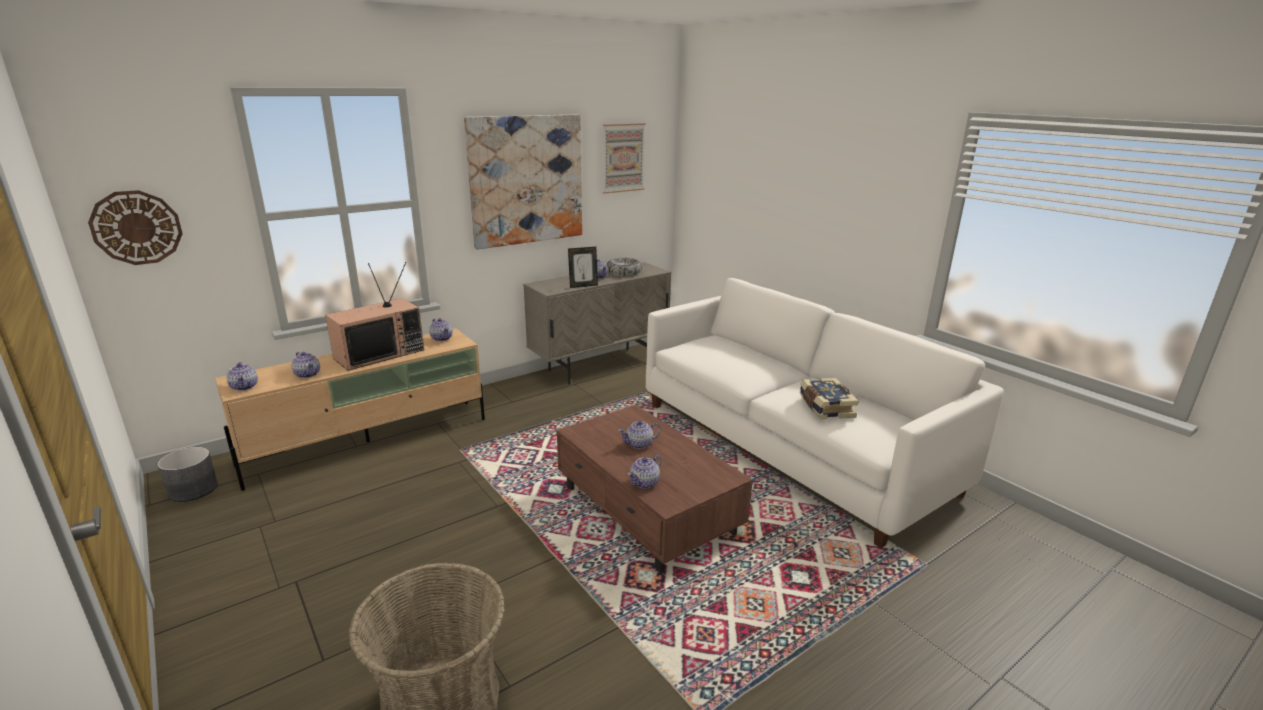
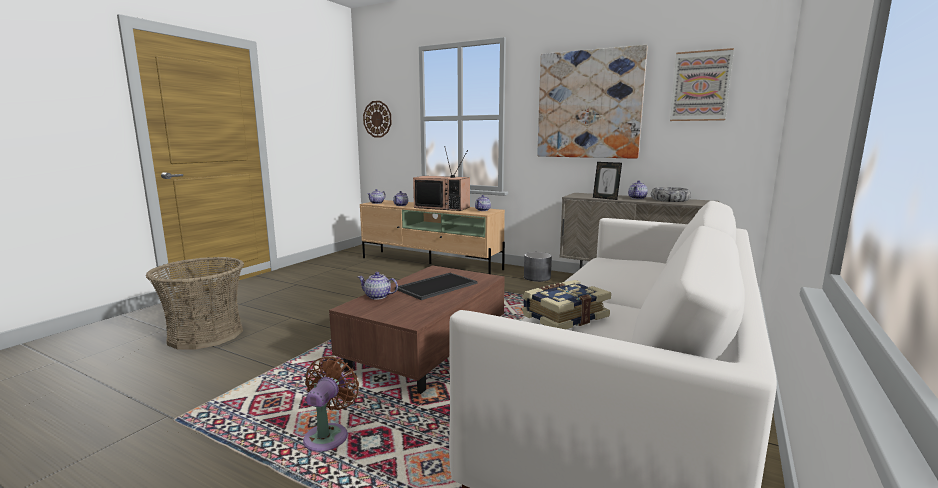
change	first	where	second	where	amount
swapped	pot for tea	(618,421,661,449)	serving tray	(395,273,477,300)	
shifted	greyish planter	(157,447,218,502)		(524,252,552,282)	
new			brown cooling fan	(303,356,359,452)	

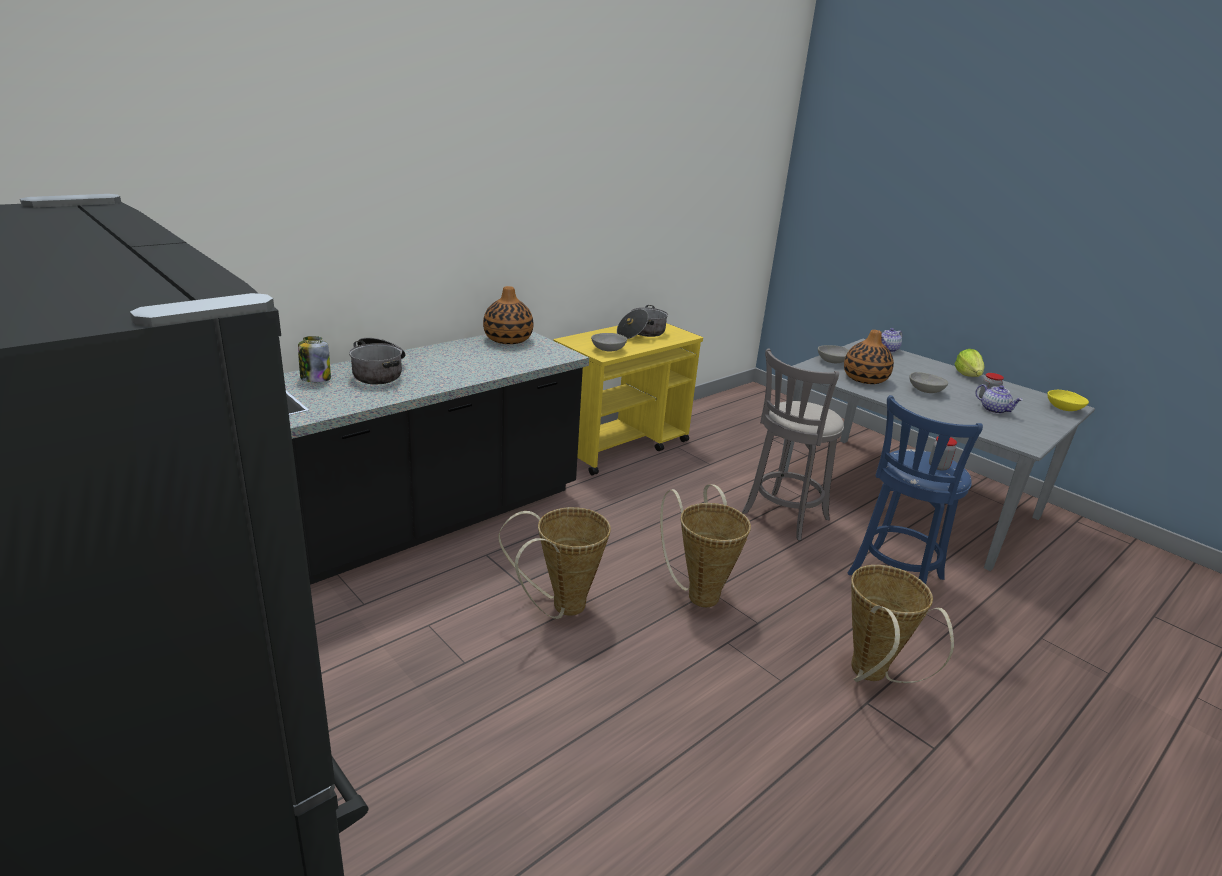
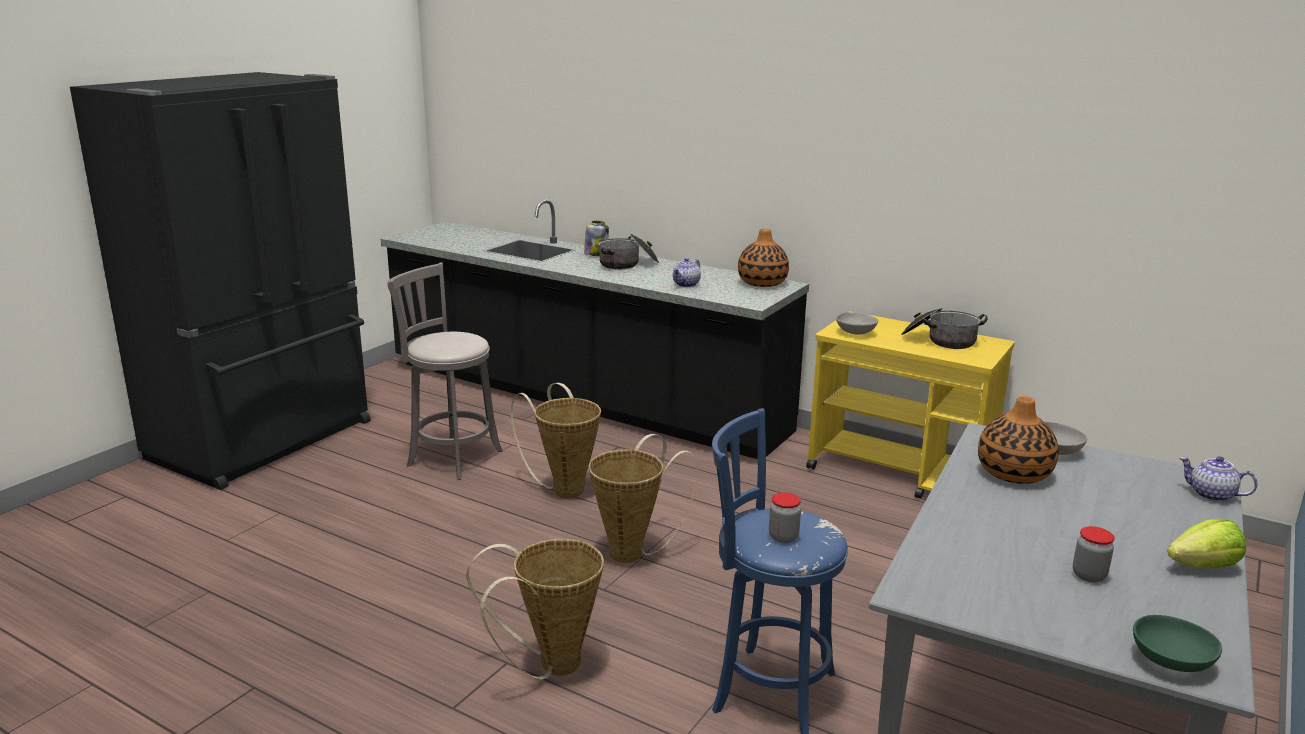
change	first	where	second	where	amount
shifted	greyish stool	(742,348,844,541)		(387,262,502,480)	
gone	greyish serving bowl	(909,372,948,393)			
shifted	pot for tea	(975,384,1022,414)		(673,258,701,287)	
repainted	yellow serving bowl	(1047,390,1089,411)	green serving bowl	(1133,615,1222,672)	

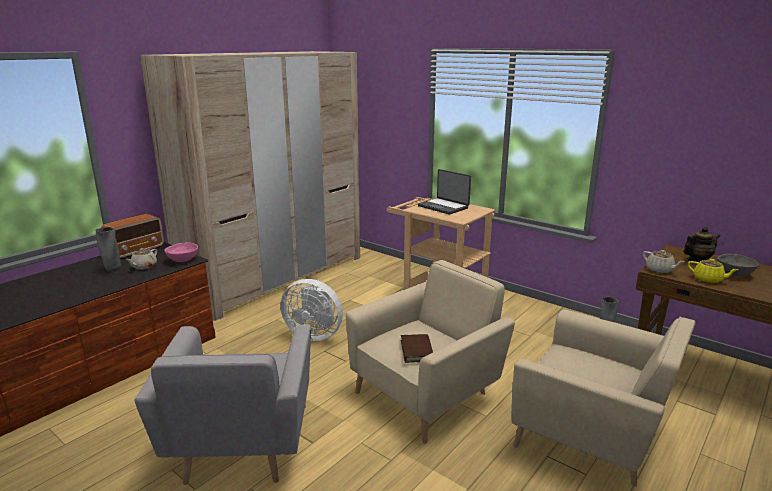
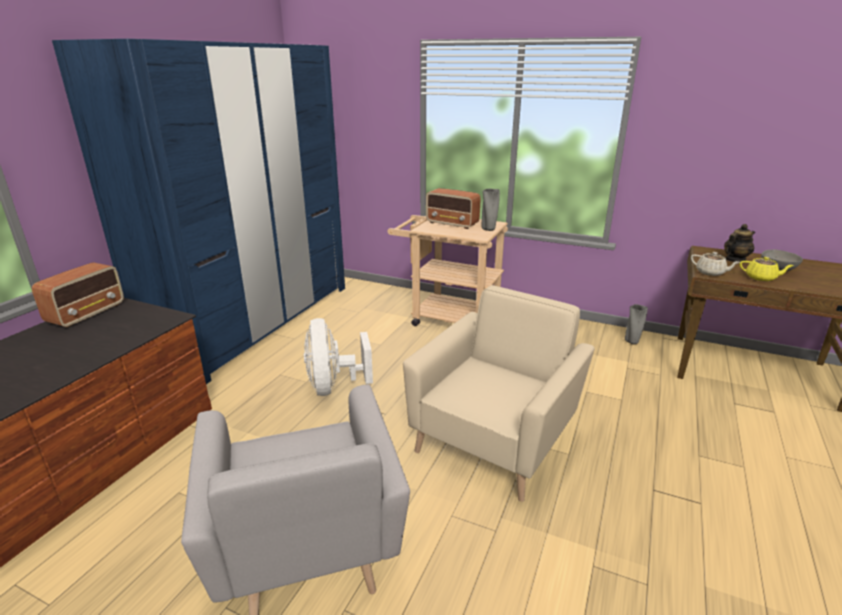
change	first	where	second	where	amount
repainted	beige clothes cupboard	(140,51,360,321)	blue clothes cupboard	(52,39,345,384)	
swapped	notebook computer	(418,169,471,215)	radio set	(426,188,481,229)	
shifted	greyish flower vase	(96,227,121,271)		(482,189,500,231)	
gone	pink serving bowl	(164,242,198,262)			
gone	beige pot for tea	(126,248,157,270)			
rotated	white-coloured cooling fan	(280,279,343,341)		(304,318,373,396)	75 degrees clockwise
gone	beige easy chair	(511,309,696,487)			
gone	brown bound book	(401,334,433,363)			

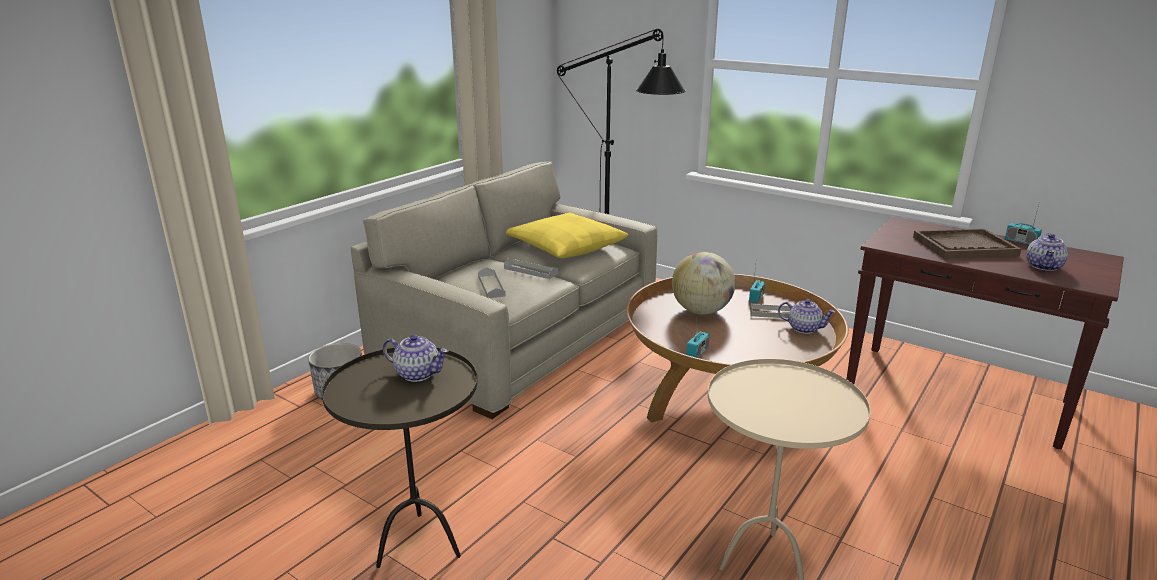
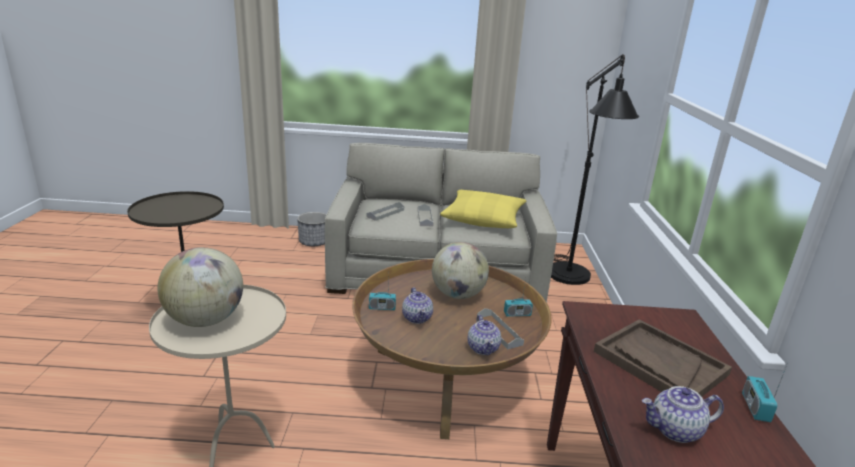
change	first	where	second	where	amount
shifted	pot for tea	(383,335,449,382)		(402,287,433,324)	
new			world globe	(158,247,243,327)	

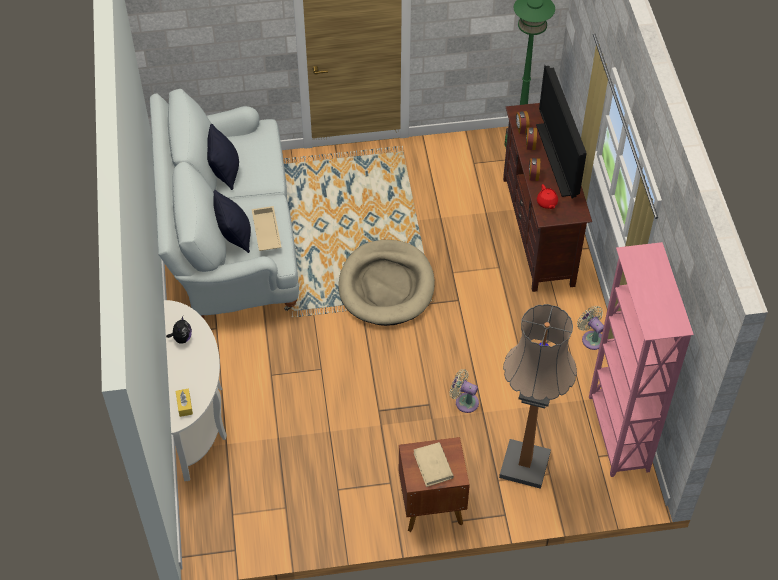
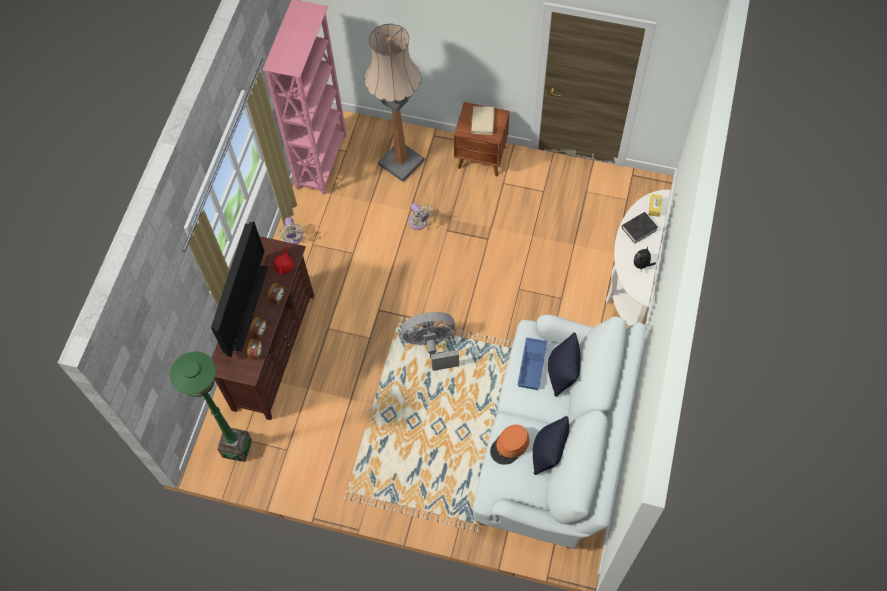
change	first	where	second	where	amount
repainted	beige serving tray	(252,206,282,251)	blue serving tray	(518,337,547,390)	
swapped	beige pet bed	(338,240,435,326)	greyish cooling fan	(401,312,459,371)	
new			black bound book	(622,212,658,244)	
new			orange hat	(490,425,530,465)	

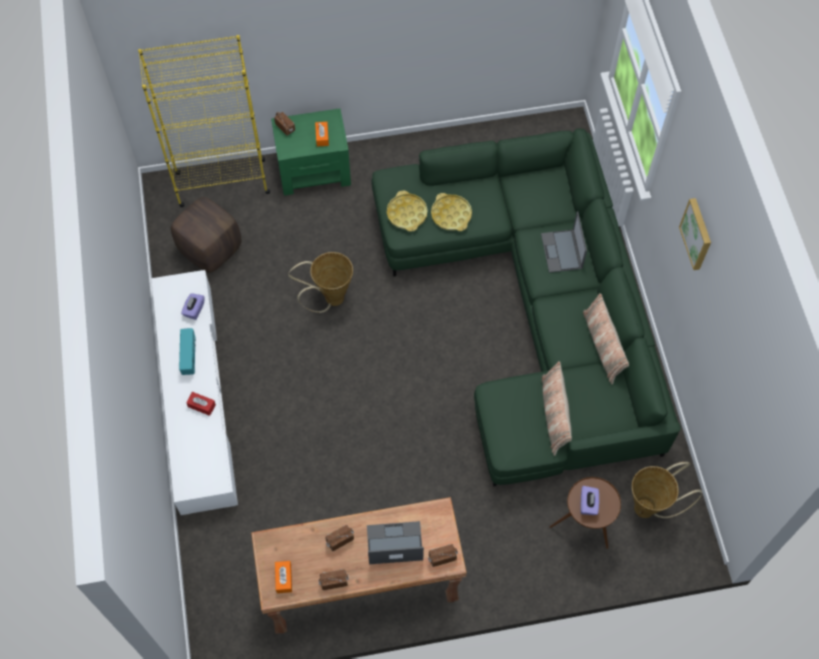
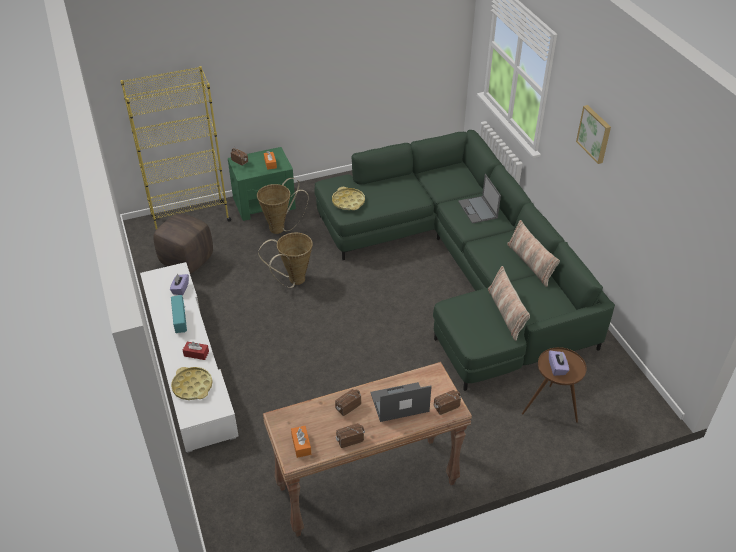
change	first	where	second	where	amount
shifted	yellow serving tray	(431,193,472,231)		(171,367,213,400)	
shifted	basket	(632,462,702,518)		(257,178,308,234)	

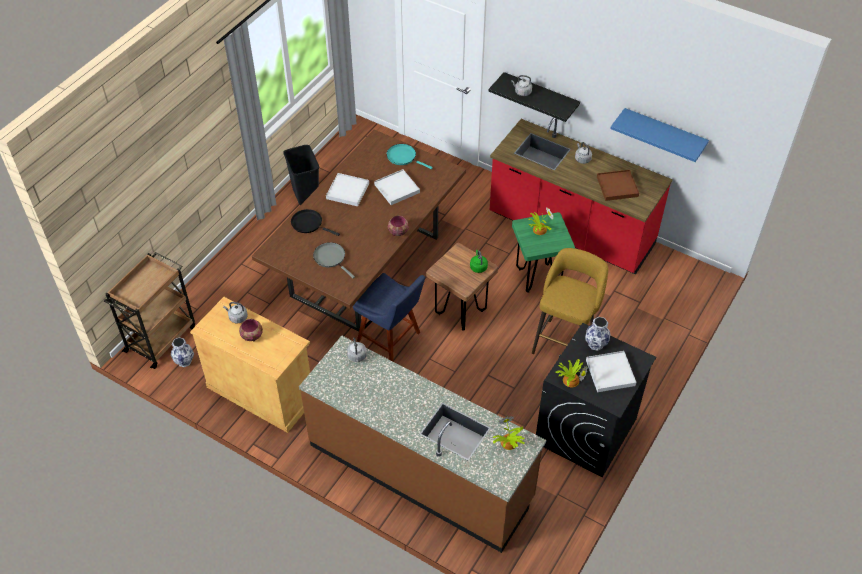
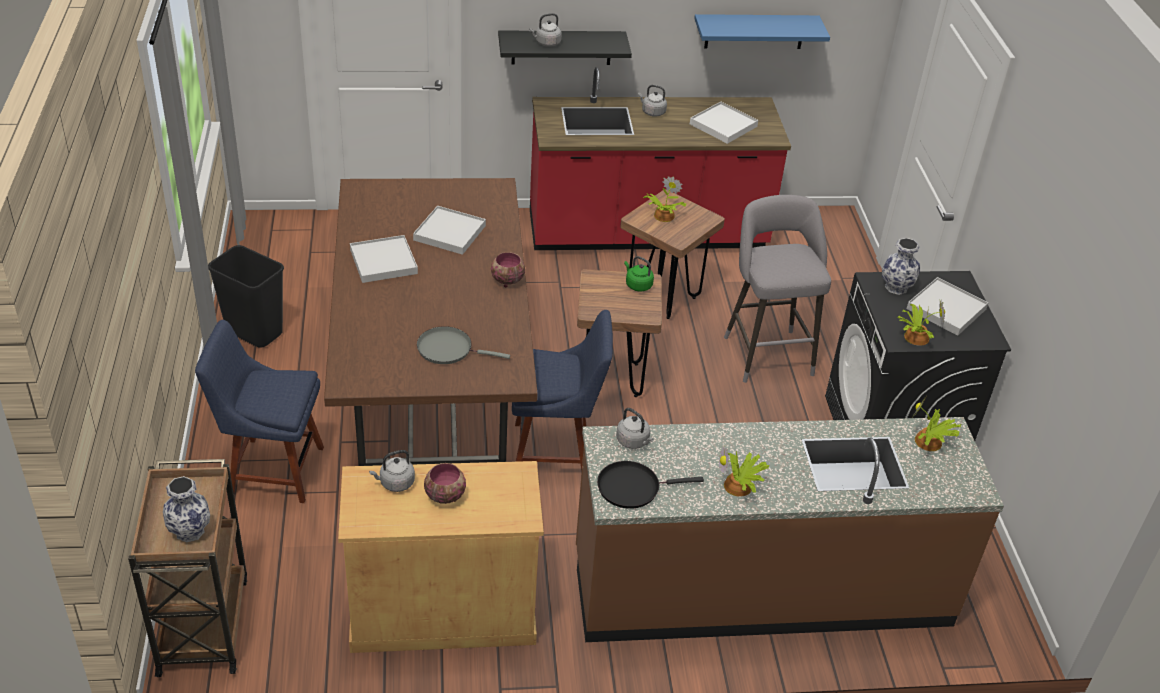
change	first	where	second	where	amount
gone	turquoise-coloured skillet	(387,144,433,169)			
repainted	brown serving tray	(597,170,639,201)	white-coloured serving tray	(690,102,758,144)	
shifted	black skillet	(291,209,340,236)		(597,461,704,509)	
repainted	green stool	(512,212,575,293)	brown stool	(620,189,725,319)	
repainted	yellow stool	(532,248,608,354)	greyish stool	(724,195,831,383)	
shifted	flower vase	(171,338,194,367)		(163,476,210,543)	
new			blue chair	(195,320,324,503)	
new			houseplant	(718,446,769,497)	

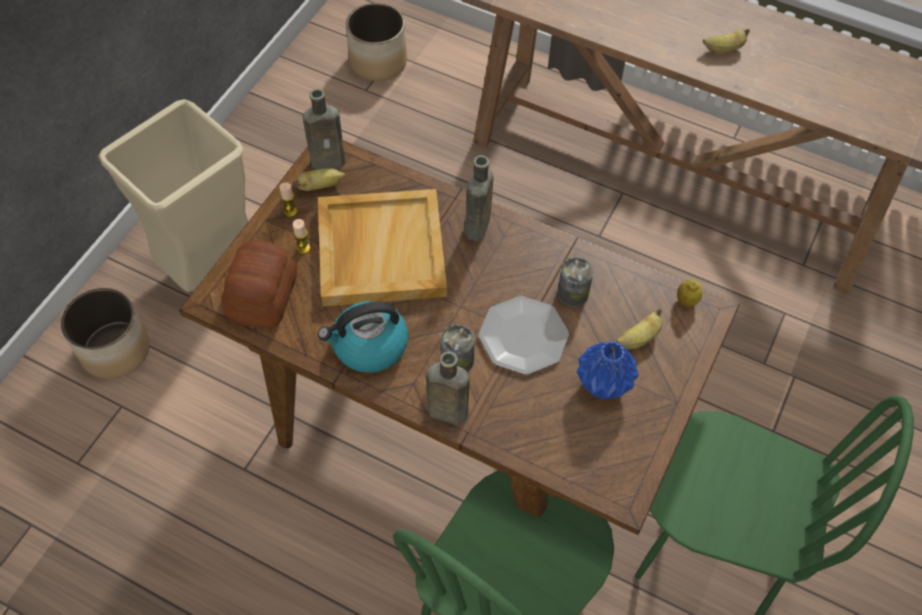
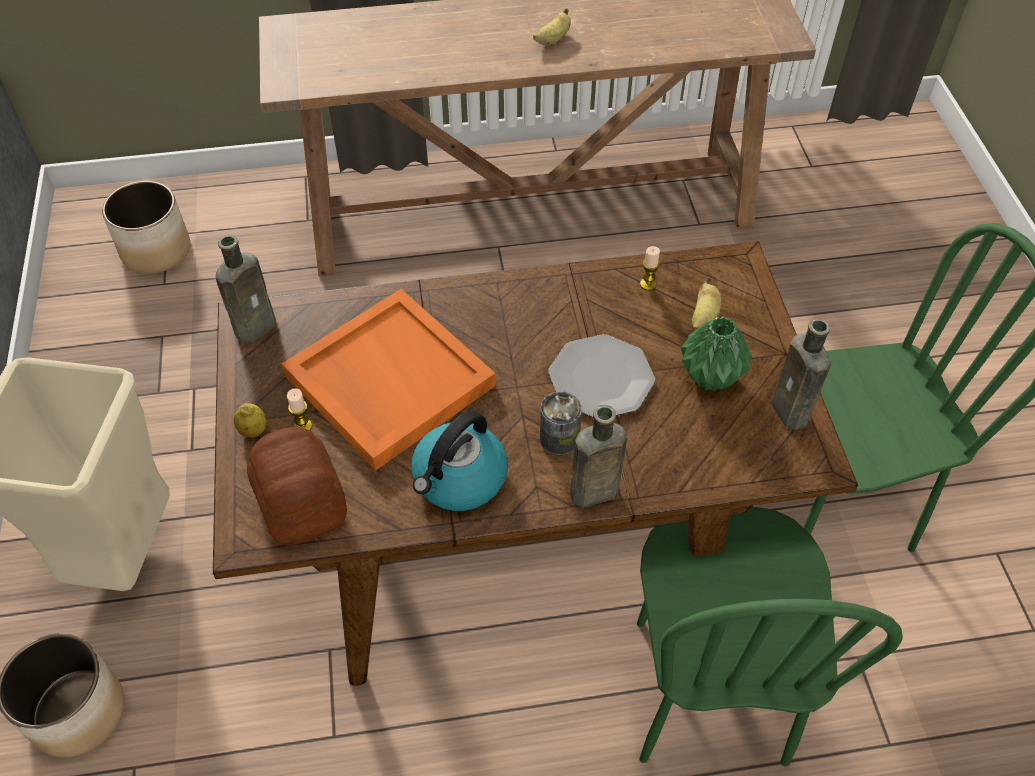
change	first	where	second	where	amount
shifted	brown bottle	(464,155,494,242)		(771,319,831,430)	
gone	banana fruit	(293,168,346,191)			
shifted	wax light	(279,182,297,217)		(640,246,660,290)	
repainted	beige serving tray	(318,189,447,306)	orange serving tray	(282,289,496,470)	
gone	metal can	(557,257,594,307)			
shifted	citrus fruit	(677,279,702,307)		(234,403,266,438)	
repainted	blue flower vase	(577,341,639,399)	green flower vase	(681,316,752,391)	

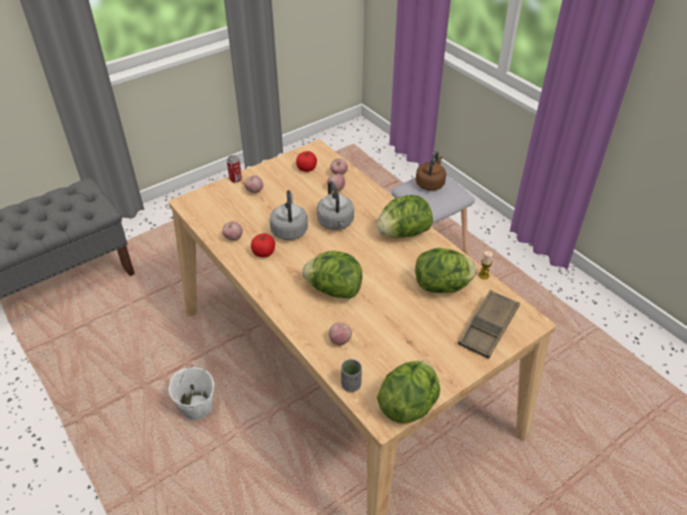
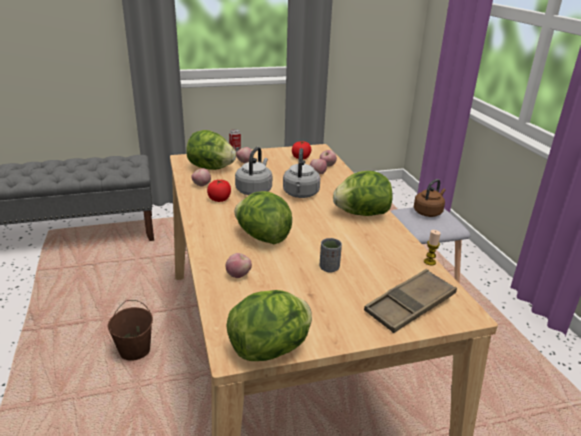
change	first	where	second	where	amount
shifted	head of lettuce	(415,248,476,293)		(186,130,236,170)	
shifted	greyish small cup	(341,359,362,392)		(319,238,342,273)	
repainted	white-coloured pail	(169,365,214,421)	brown pail	(107,300,153,361)	

